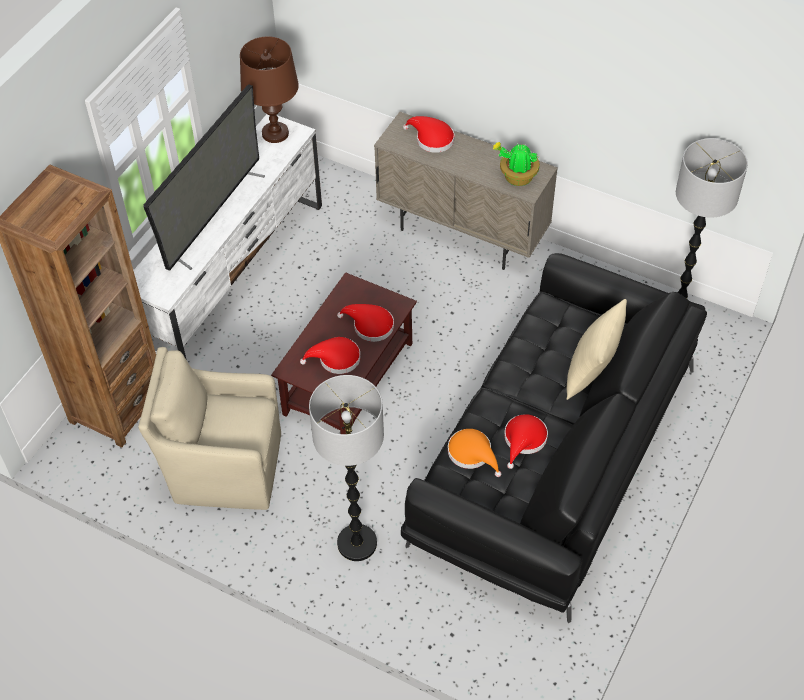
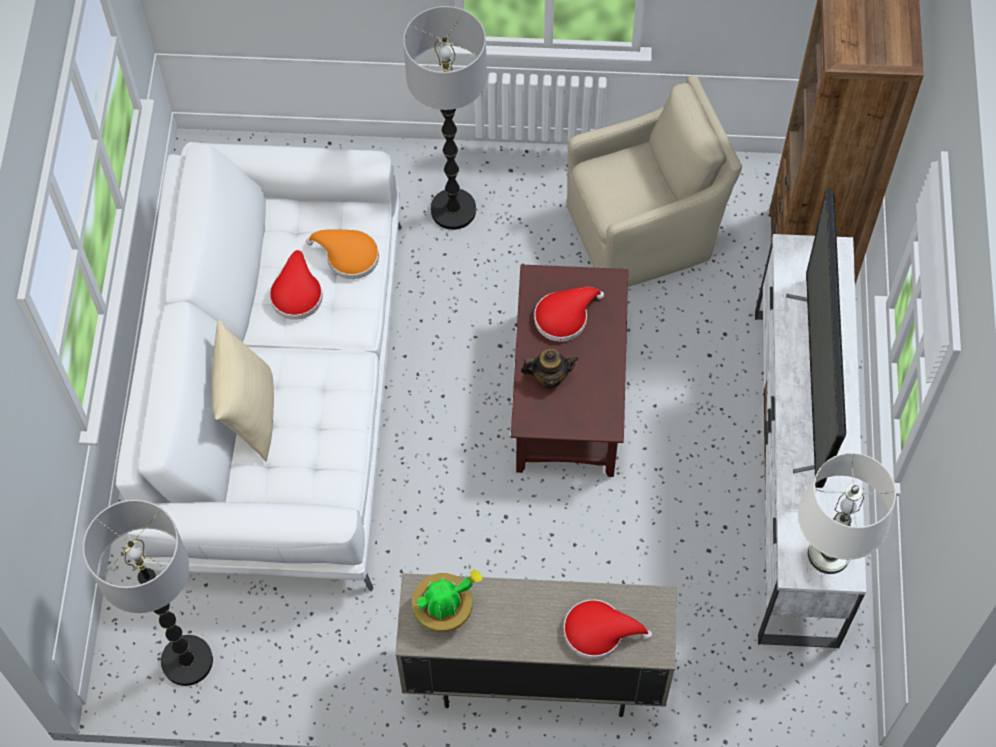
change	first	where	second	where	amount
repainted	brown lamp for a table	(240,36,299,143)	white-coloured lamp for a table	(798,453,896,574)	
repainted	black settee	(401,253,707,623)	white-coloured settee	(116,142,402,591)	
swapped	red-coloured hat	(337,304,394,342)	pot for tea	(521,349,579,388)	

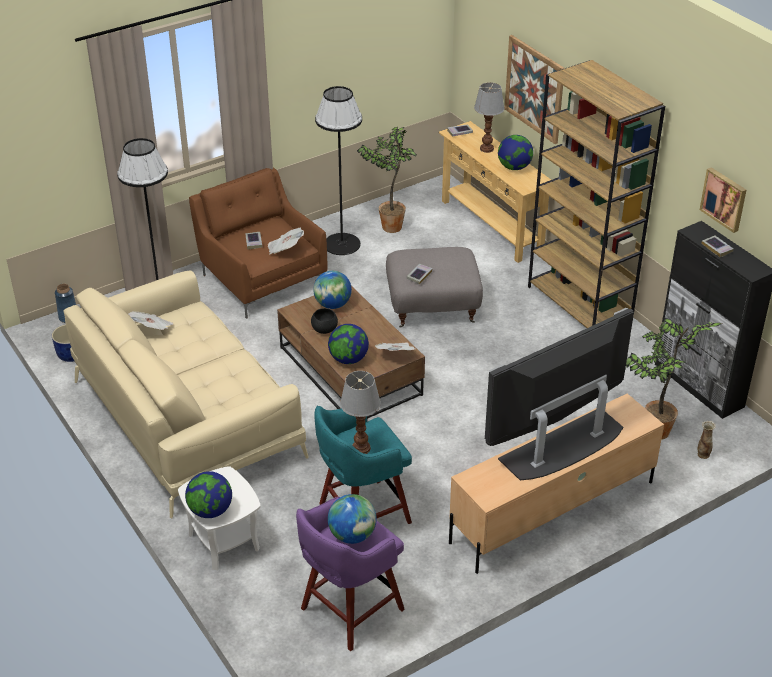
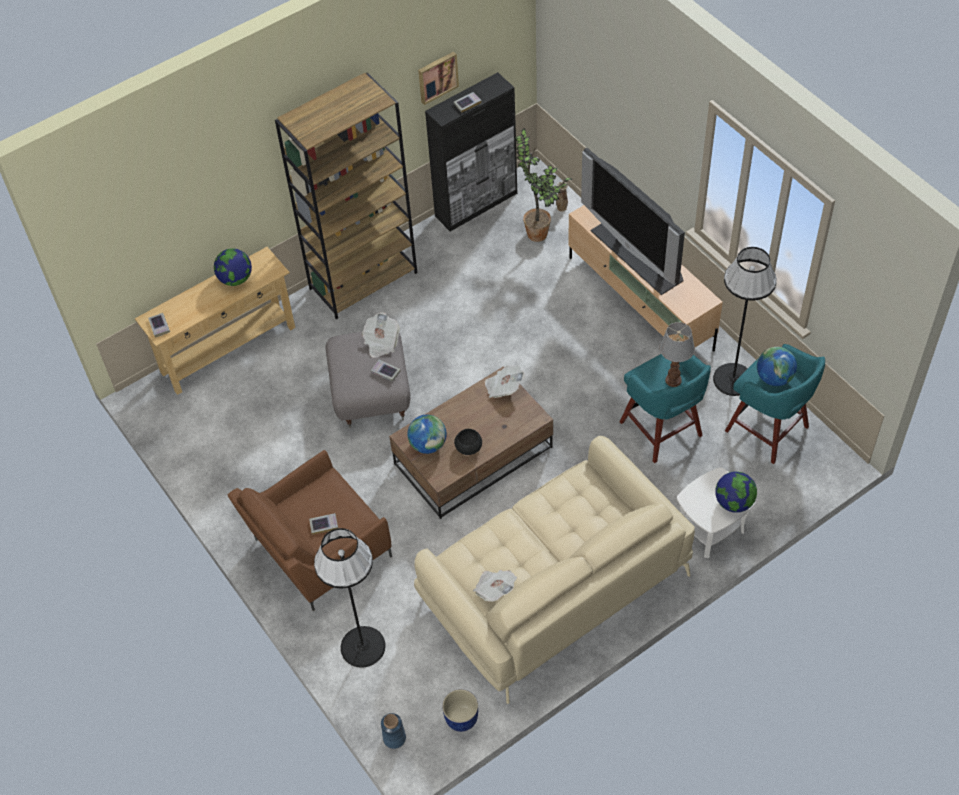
change	first	where	second	where	amount
gone	wall art	(505,35,565,144)			
gone	lamp for a table	(474,82,505,153)			
shifted	black standard lamp	(315,86,362,255)		(713,247,777,396)	
gone	houseplant	(357,127,417,233)			
shifted	newspaper	(268,227,304,254)		(362,312,400,358)	
gone	world globe	(328,324,369,364)			
repainted	purple-coloured stool	(296,497,405,651)	turquoise-coloured stool	(725,344,825,464)	

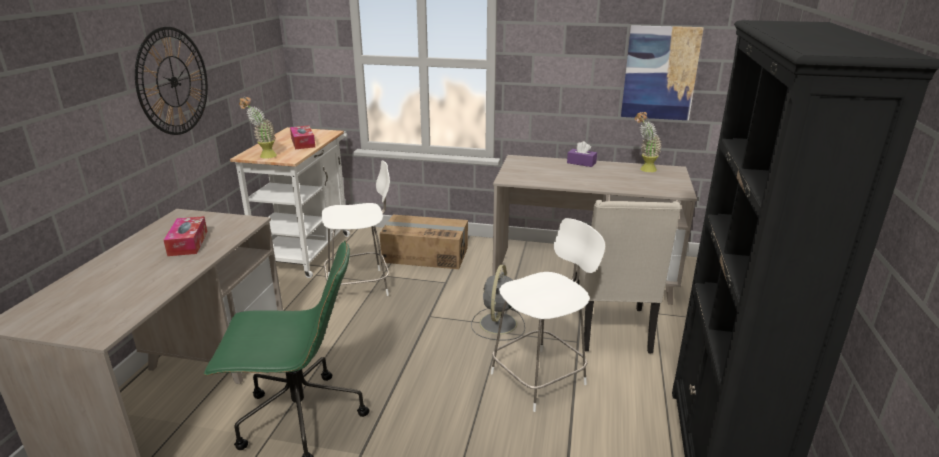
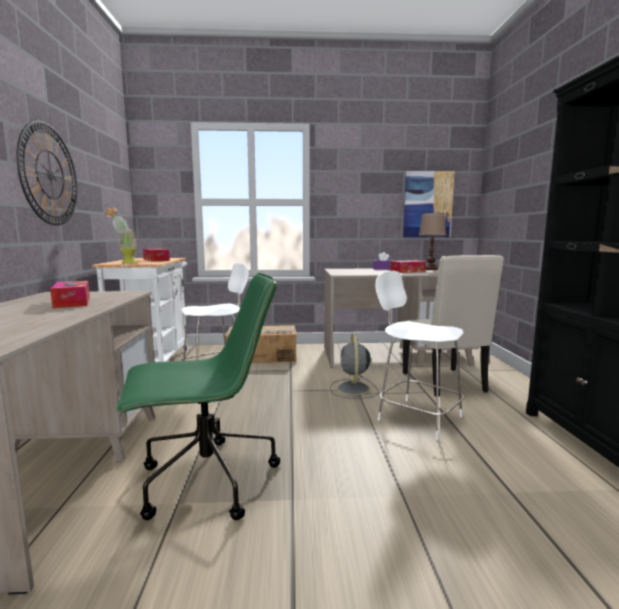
change	first	where	second	where	amount
swapped	houseplant	(635,112,662,172)	brown lamp for a table	(419,213,446,270)	
rotated	white-coloured chair	(491,218,605,412)		(375,271,464,440)	90 degrees counterclockwise
new			tissue box	(391,260,426,273)	

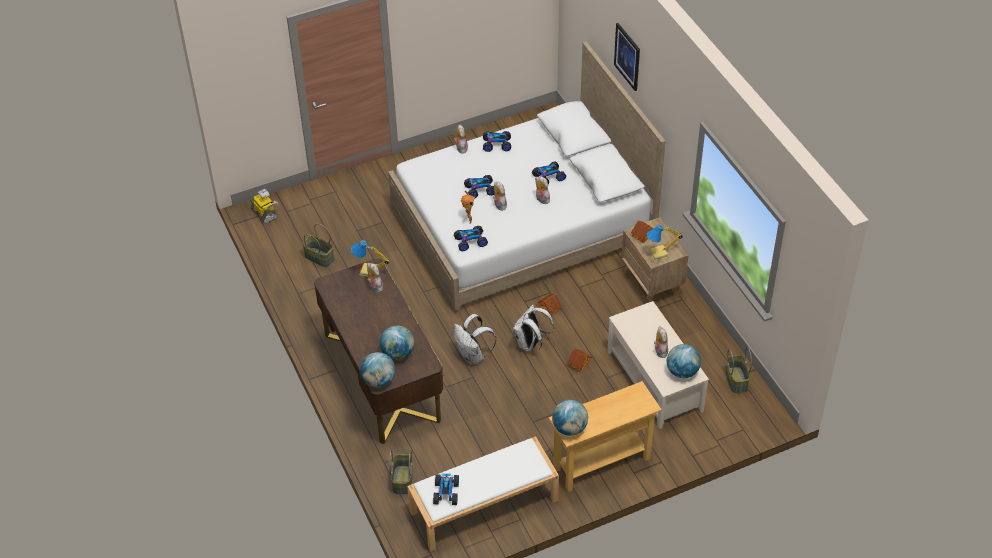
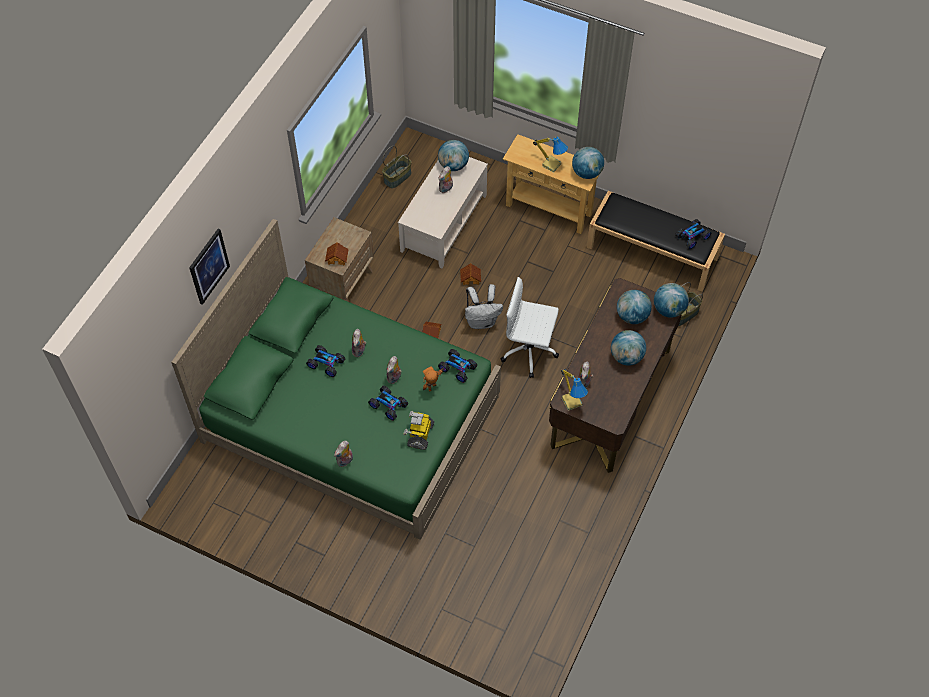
change	first	where	second	where	amount
repainted	white-coloured bed	(388,41,666,313)	green bed	(171,219,501,539)	
gone	model car	(483,131,511,152)			
shifted	model robot	(251,189,278,223)		(403,411,434,450)	
gone	basket	(302,224,334,267)			
shifted	lamp for a table	(646,224,683,260)		(533,137,568,173)	
swapped	white-coloured knapsack	(453,314,496,365)	white-coloured office chair	(501,277,559,378)	
repainted	white-coloured long seat	(407,436,559,552)	black long seat	(587,191,725,292)	
new			world globe	(611,330,646,366)	

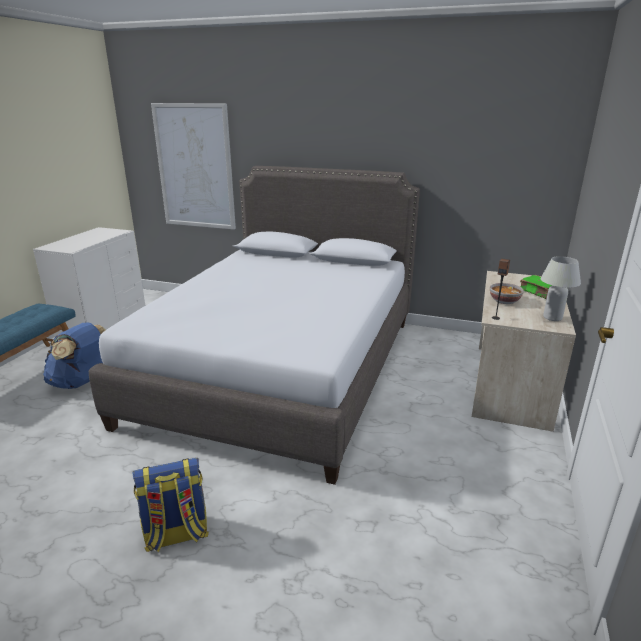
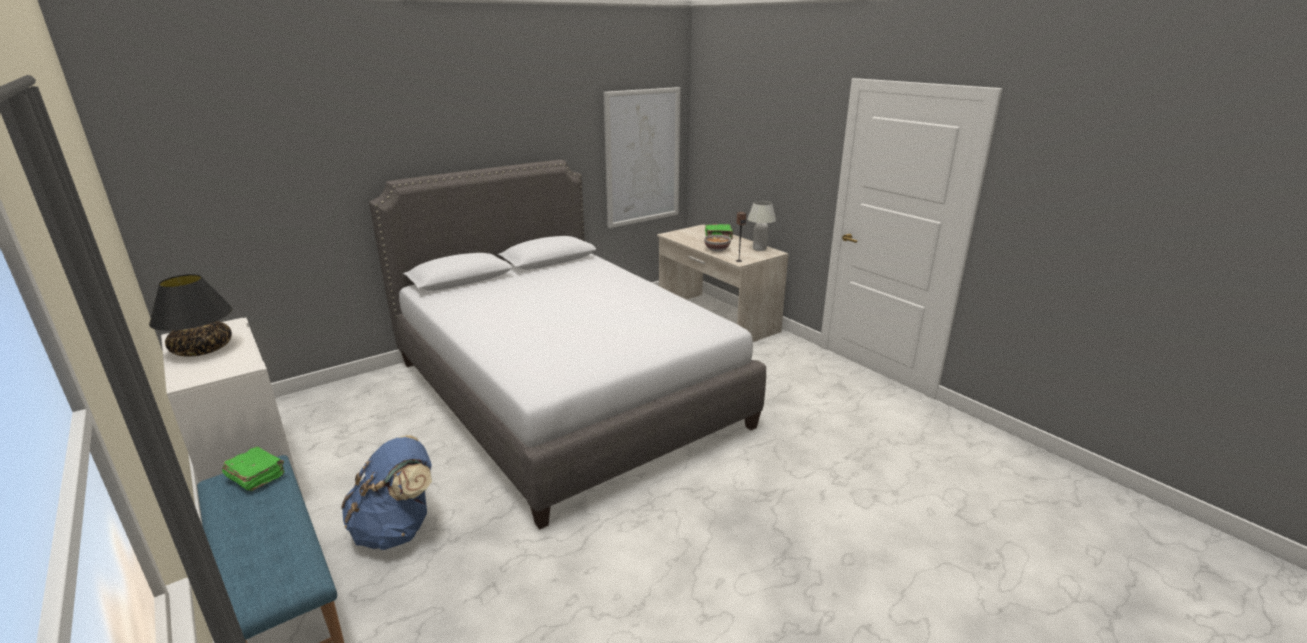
change	first	where	second	where	amount
shifted	wall art	(151,103,236,230)		(603,87,681,228)	
gone	knapsack	(132,458,209,552)			
new			black lamp for a table	(149,274,233,357)	
new			green bound book	(222,447,284,491)	

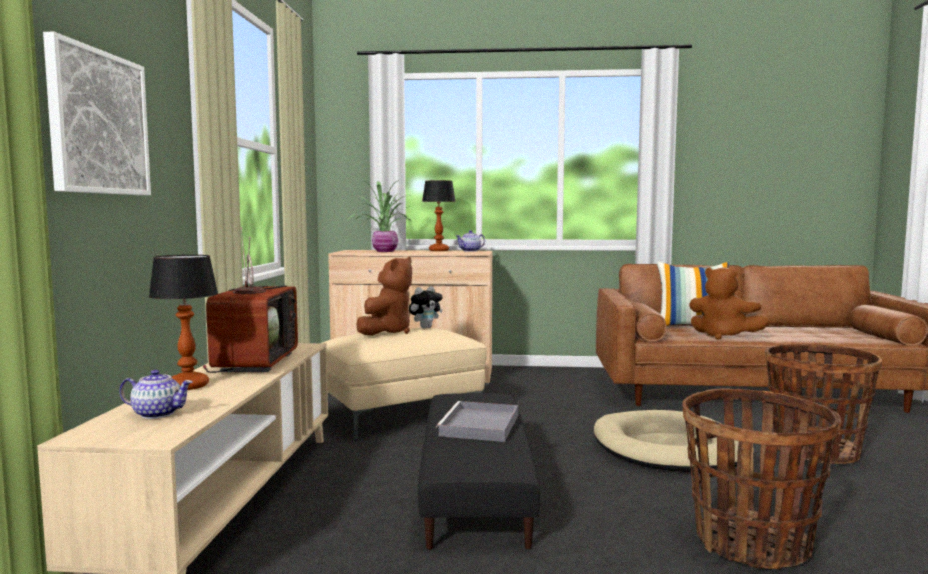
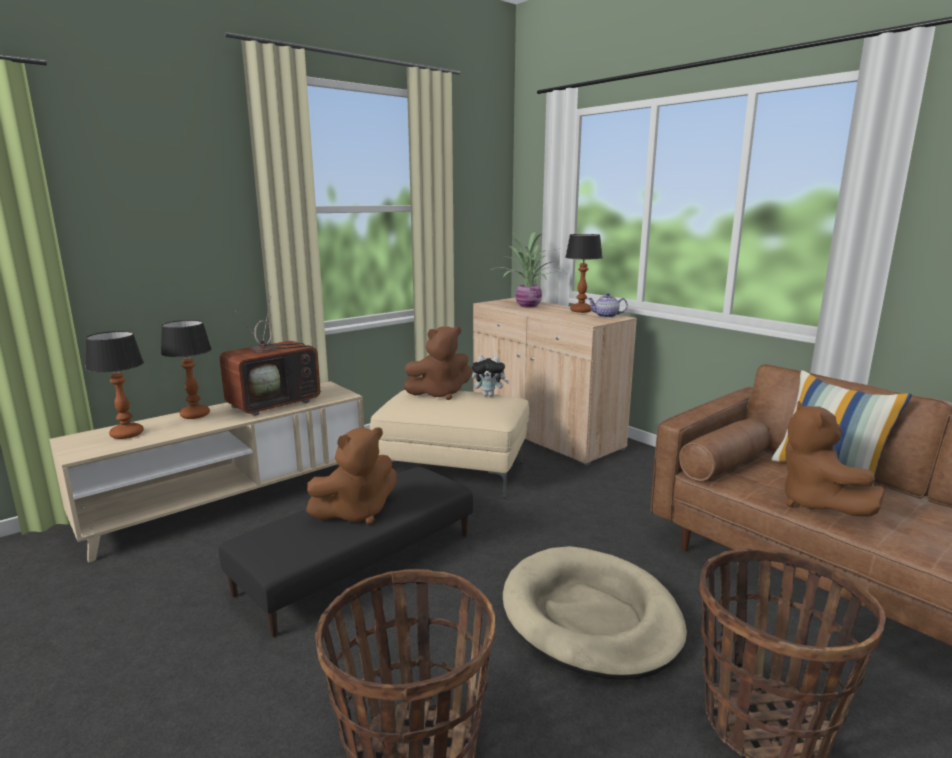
change	first	where	second	where	amount
gone	wall art	(43,32,151,195)			
swapped	pot for tea	(119,370,193,419)	lamp for a table	(86,331,144,439)	
swapped	greyish serving tray	(436,401,518,442)	brown soft toy	(306,427,397,525)	

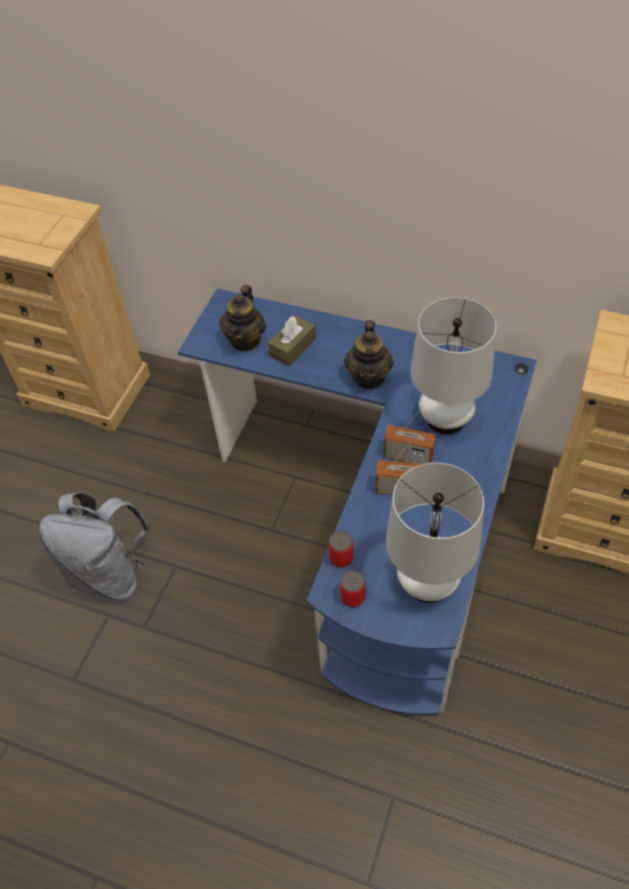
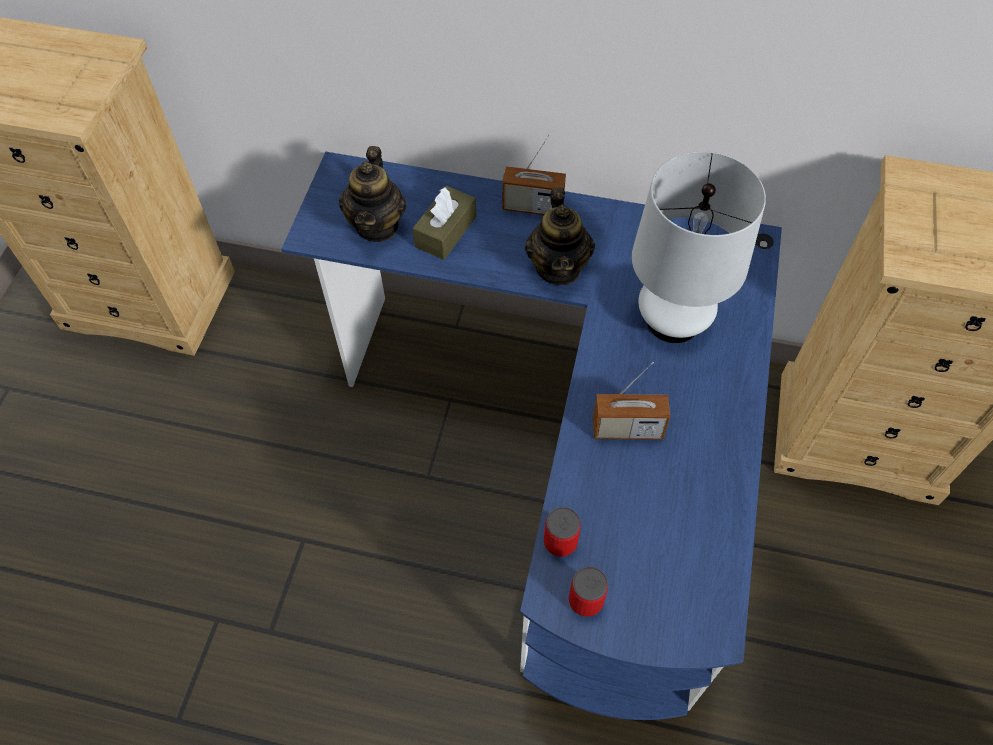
change	first	where	second	where	amount
shifted	radio set	(383,406,436,464)		(502,134,566,215)	
gone	white-coloured lamp for a table	(386,463,484,603)			
gone	greyish knapsack	(39,492,151,600)			

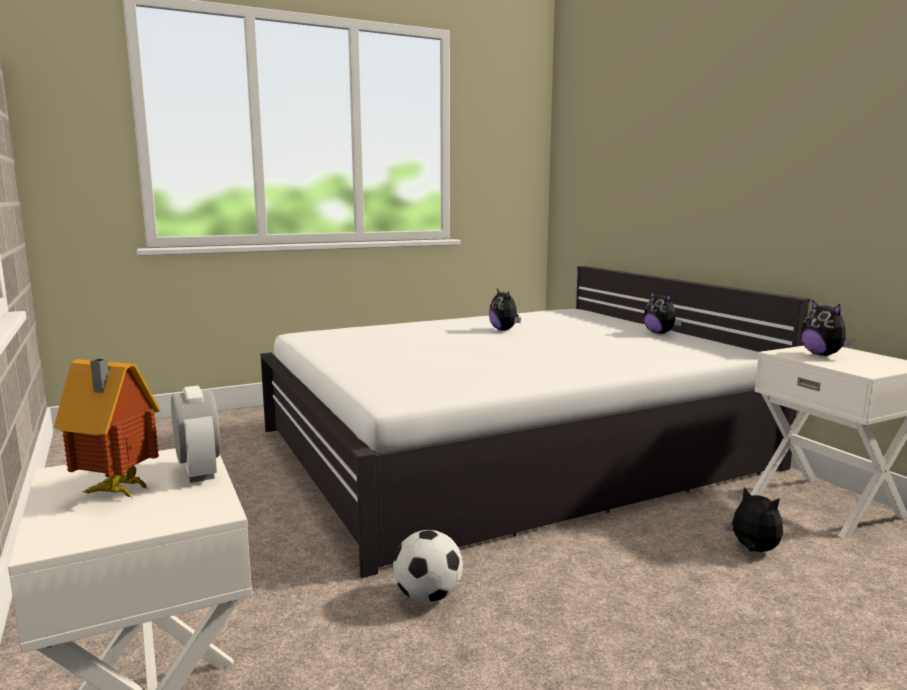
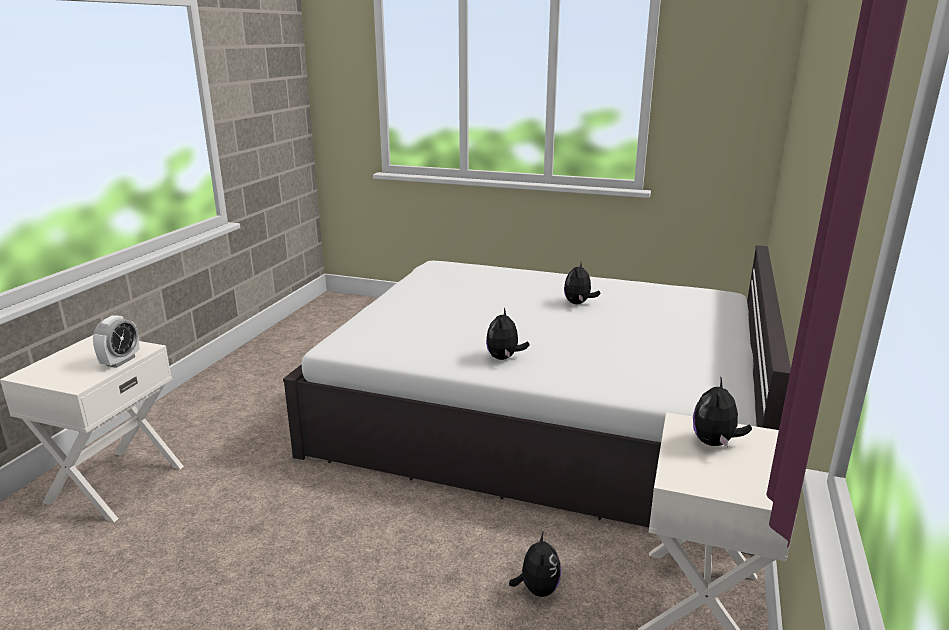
change	first	where	second	where	amount
shifted	soft toy	(644,291,682,334)		(486,308,530,360)	
gone	miniature house	(54,359,161,499)			
gone	ball for football	(393,530,463,603)			

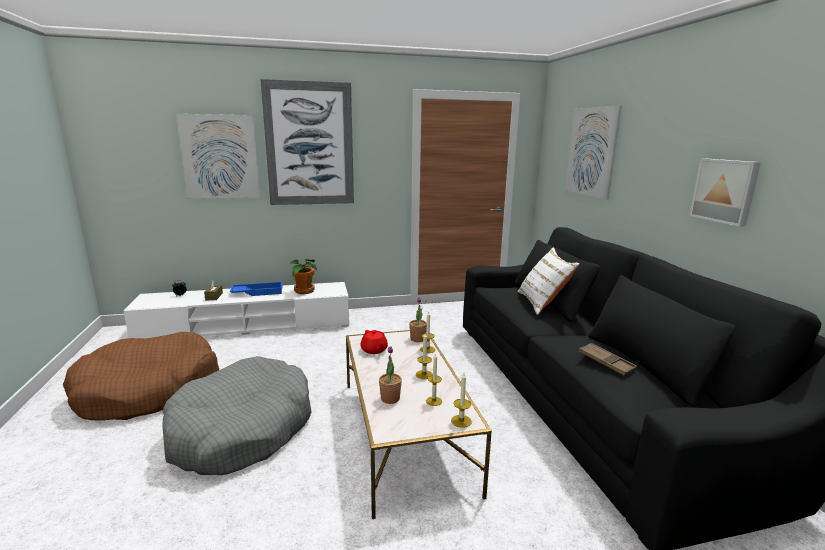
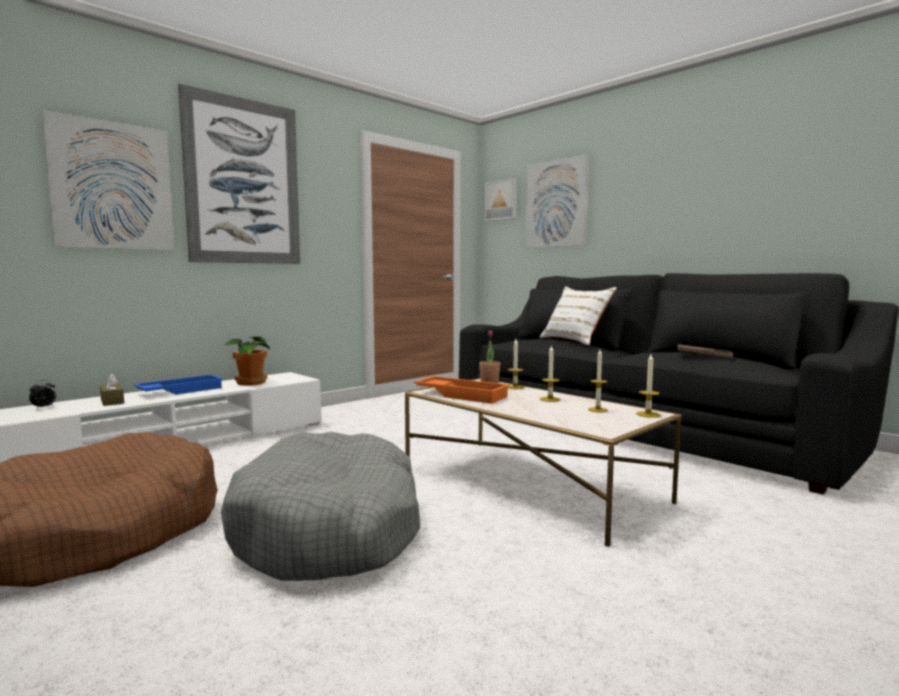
change	first	where	second	where	amount
shifted	wall art	(689,159,761,227)		(485,178,517,221)	
swapped	red-coloured pot for tea	(361,330,388,354)	orange serving tray	(414,376,510,404)	
gone	houseplant	(379,346,402,404)			

